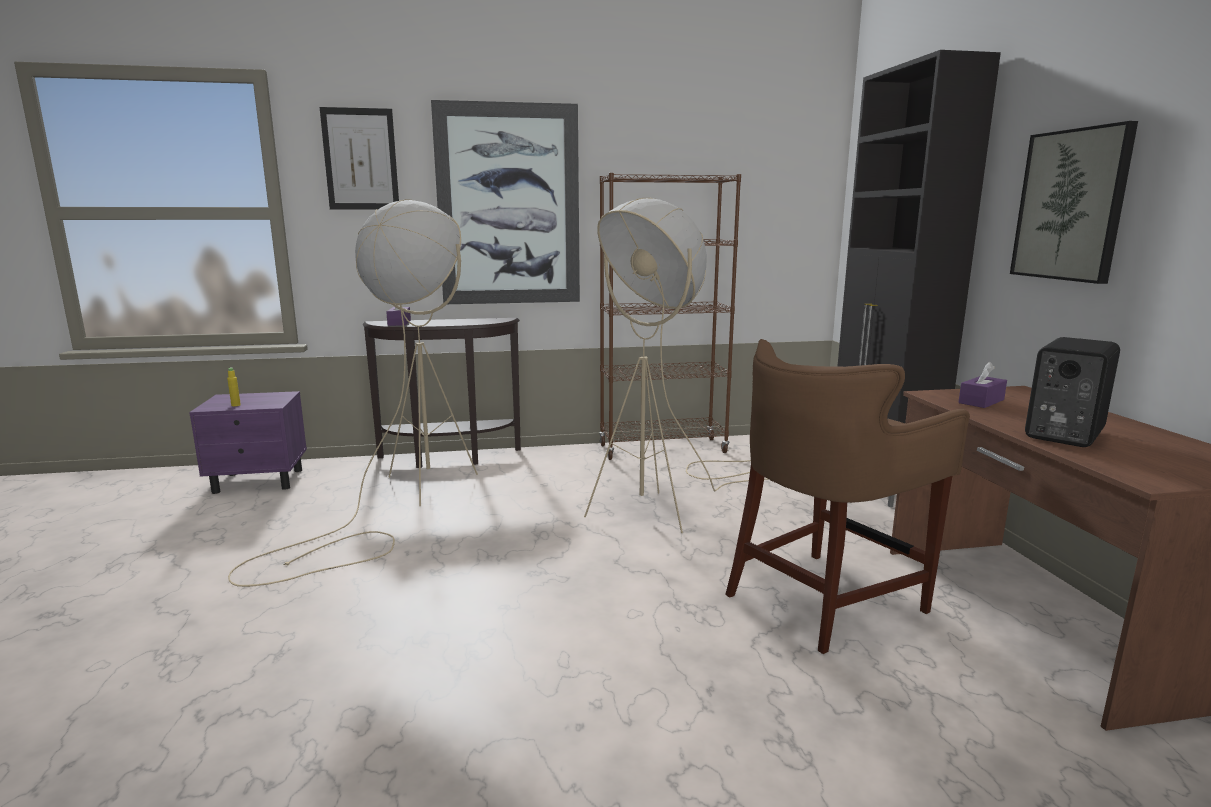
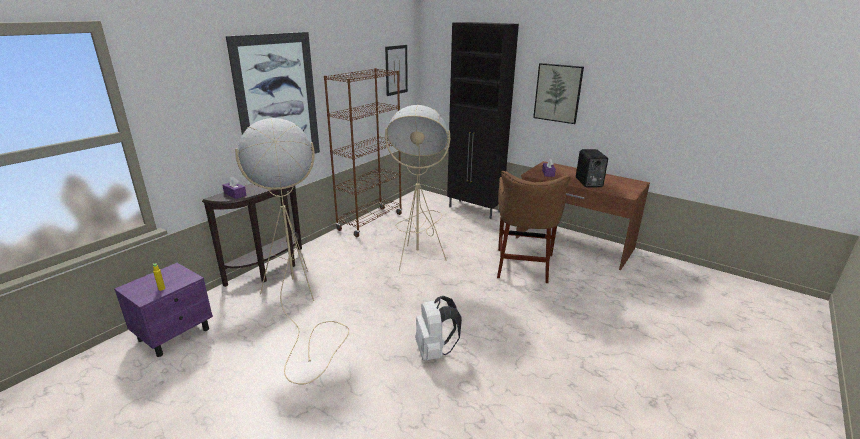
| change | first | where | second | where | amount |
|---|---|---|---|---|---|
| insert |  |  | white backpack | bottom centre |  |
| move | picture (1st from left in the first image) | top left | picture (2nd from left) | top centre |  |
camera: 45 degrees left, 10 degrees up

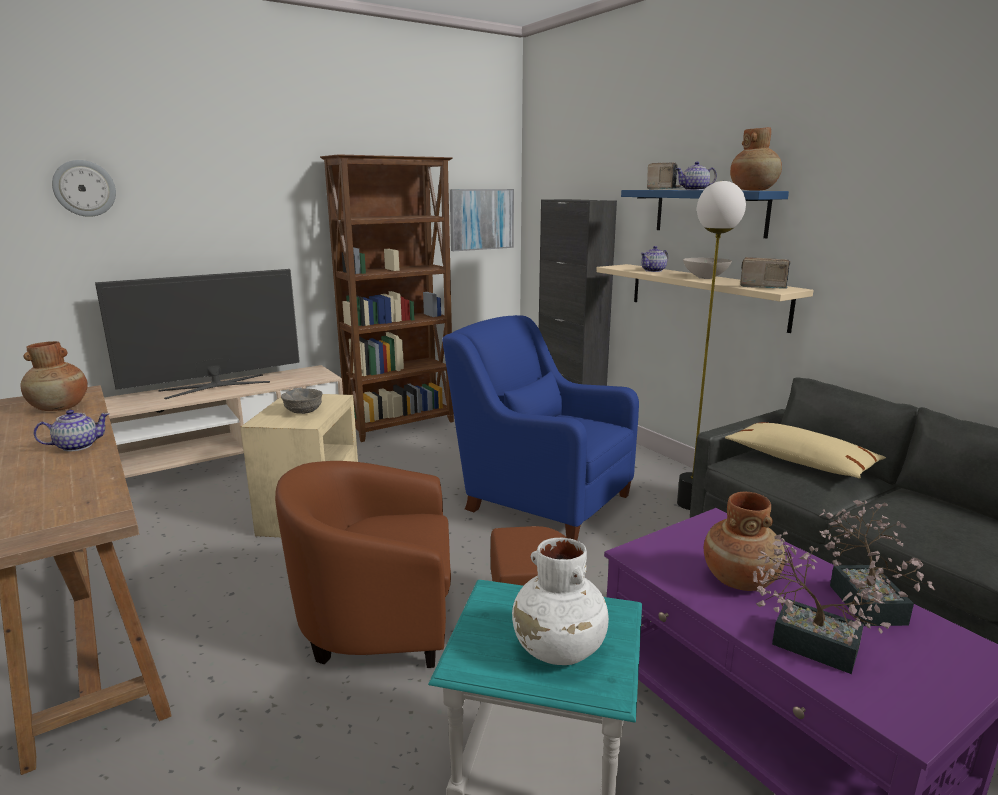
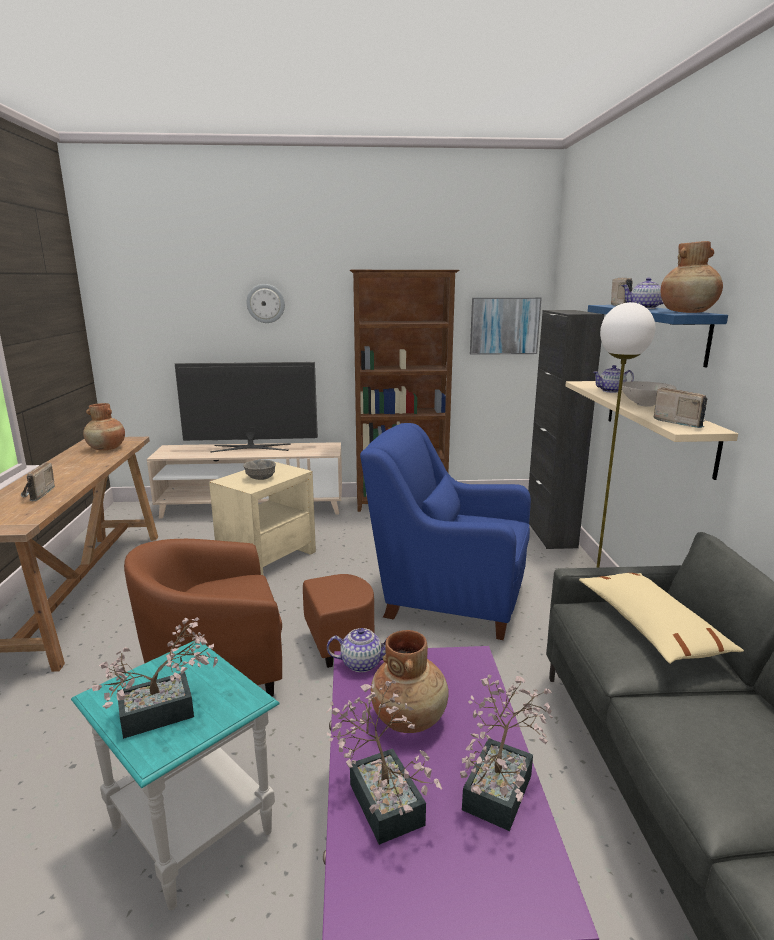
| change | first | where | second | where | amount |
|---|---|---|---|---|---|
| insert |  |  | radio (1st from left) | middle left |  |
| move | teapot (1st from left) | middle left |  | bottom centre |  |
| move | wall clock | top left |  | top centre |  |
| replace | white vase | bottom centre | potted plant (1st from left) | bottom left |  |
| rotate | brown armchair | bottom centre |  | middle left | 45 degrees counterclockwise |
| rotate | blue armchair | centre |  | centre | 45 degrees counterclockwise |
camera: 30 degrees right, 0 degrees up

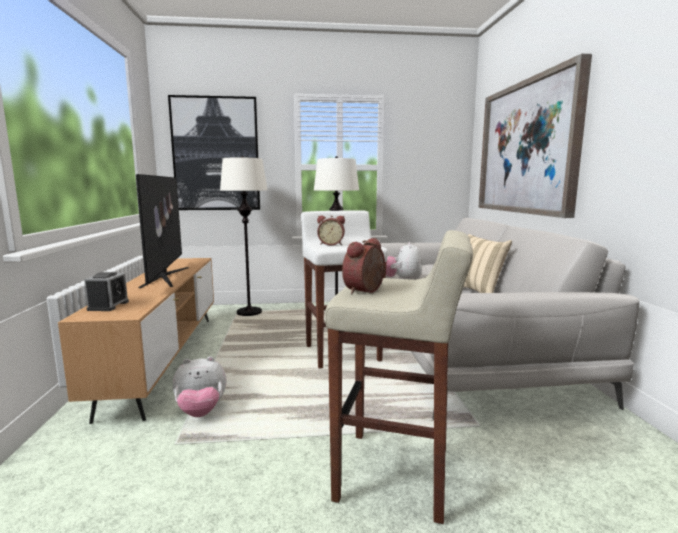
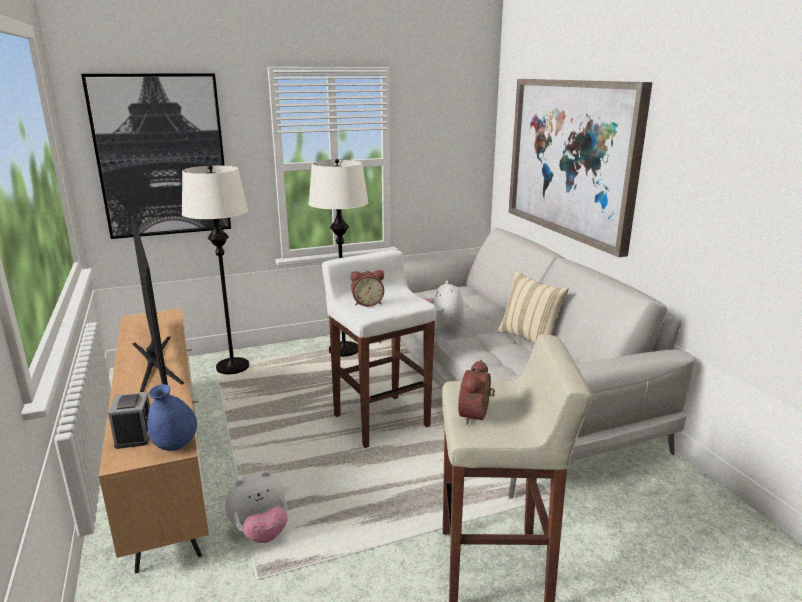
| change | first | where | second | where | amount |
|---|---|---|---|---|---|
| insert |  |  | blue vase | bottom left |  |
camera: 15 degrees left, 10 degrees up

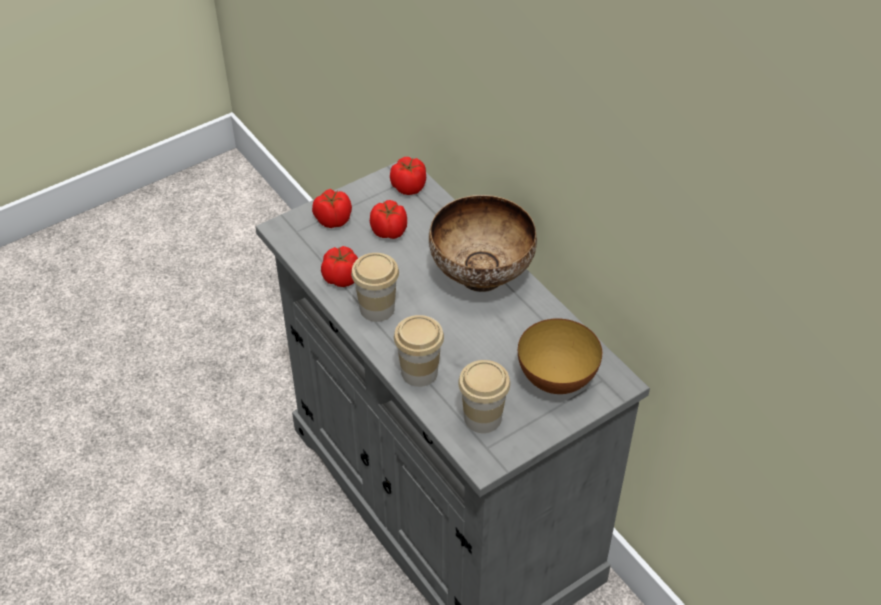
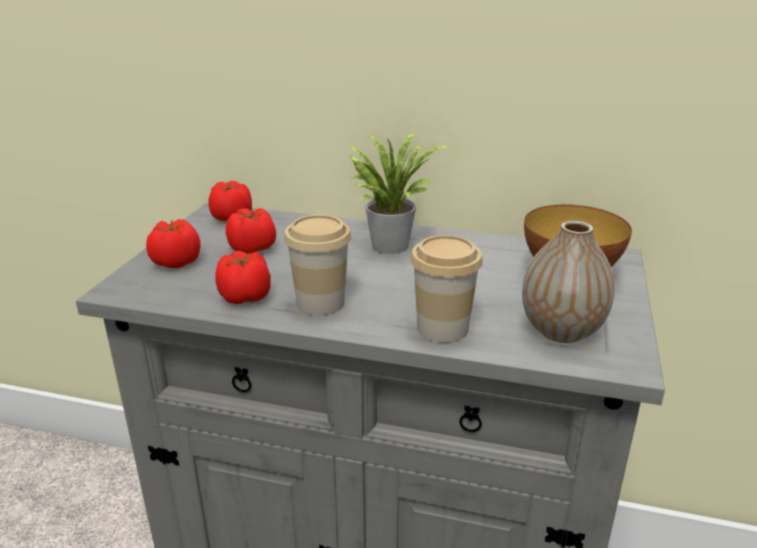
| change | first | where | second | where | amount |
|---|---|---|---|---|---|
| replace | bowl (1st from left) | centre | potted plant | centre |  |
| replace | cup (3rd from left) | centre | vase | middle right |  |
camera: 40 degrees left, 20 degrees down

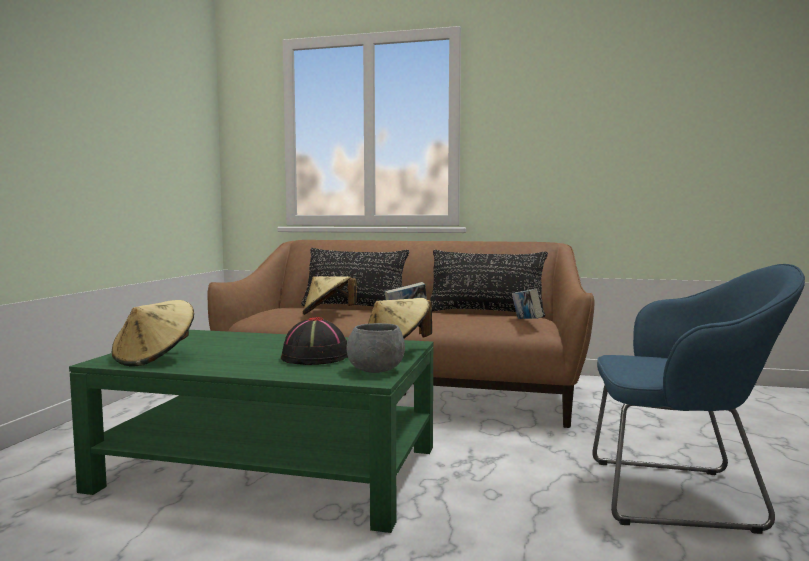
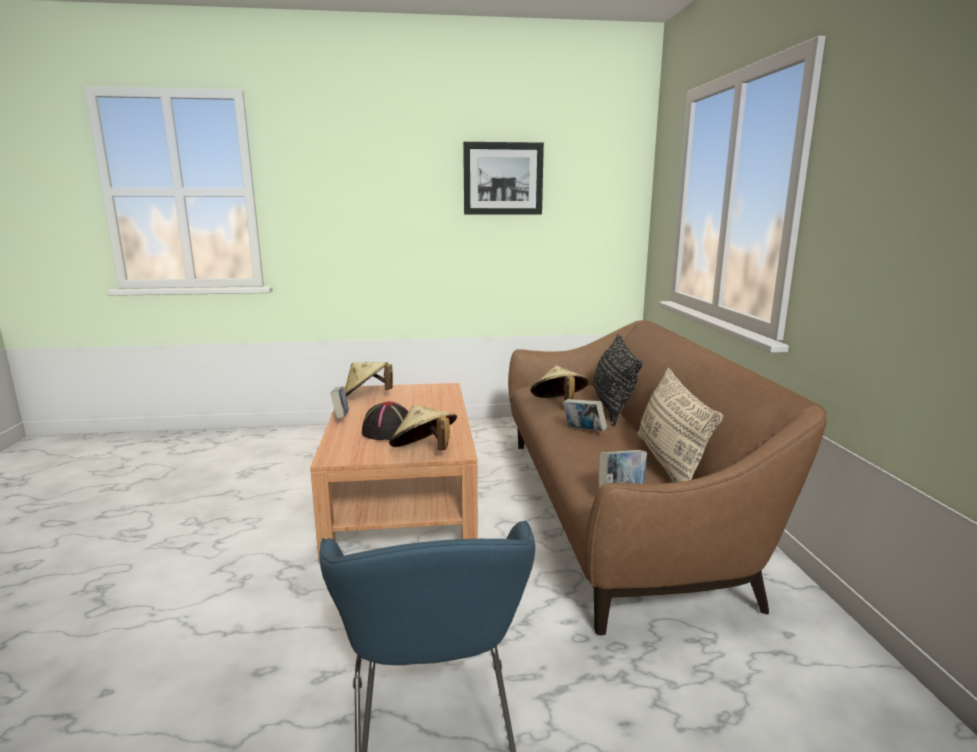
| change | first | where | second | where | amount |
|---|---|---|---|---|---|
| delete | grey bowl | centre |  |  |  |
| insert |  |  | book (1st from left) | centre |  |
| insert |  |  | picture | top centre |  |
| recolor | green coffee table | bottom left | brown coffee table | centre |  |
| recolor | black pillow (2nd from left) | centre | beige pillow | middle right |  |
camera: 70 degrees right, 10 degrees up

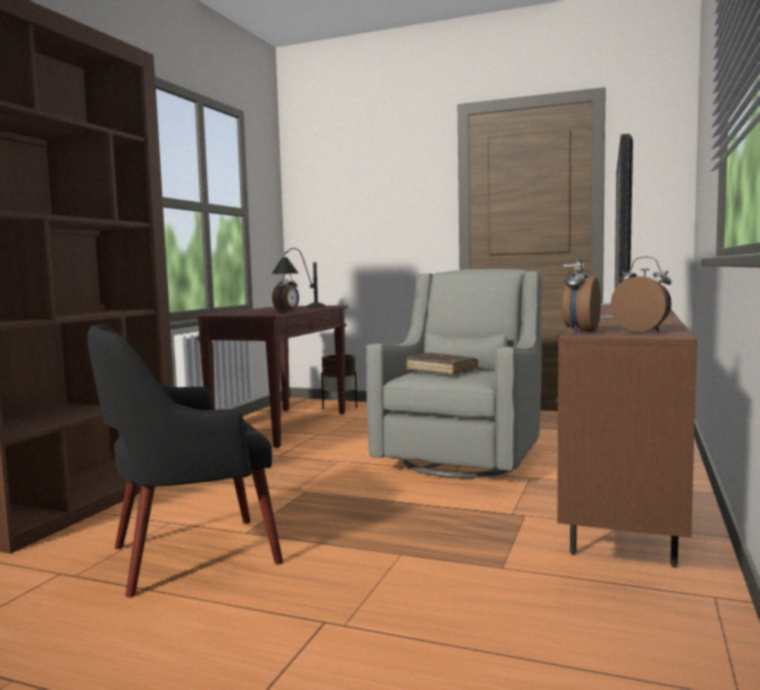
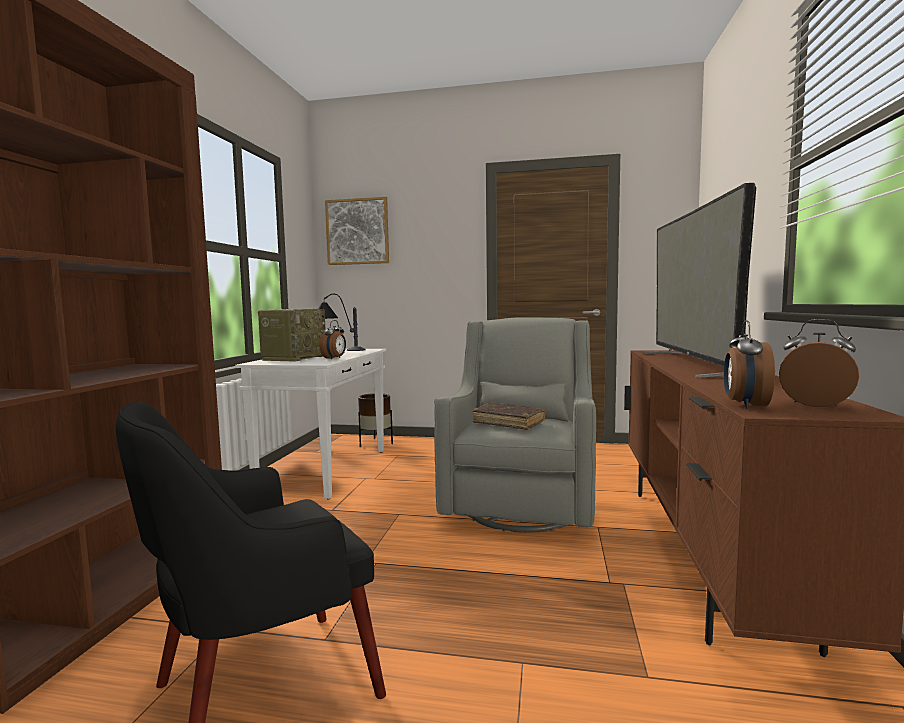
| change | first | where | second | where | amount |
|---|---|---|---|---|---|
| insert |  |  | radio | middle left |  |
| insert |  |  | picture | top centre |  |
| recolor | brown console table | centre | white console table | centre |  |
camera: 10 degrees left, 0 degrees up

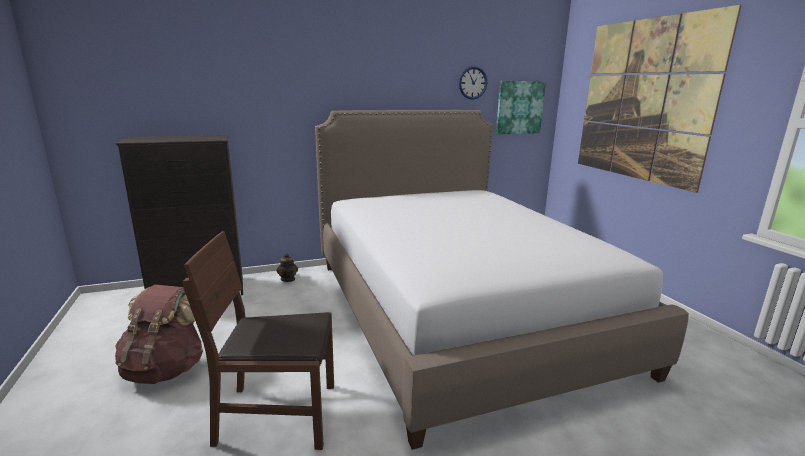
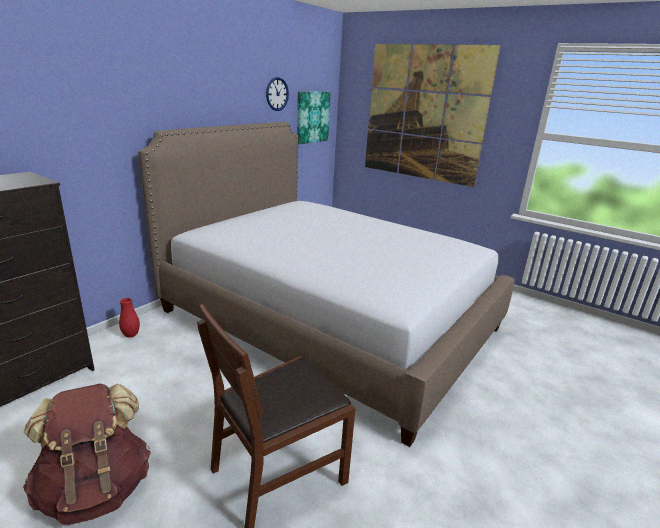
| change | first | where | second | where | amount |
|---|---|---|---|---|---|
| replace | teapot | centre | red vase | middle left |  |
camera: 35 degrees left, 5 degrees up

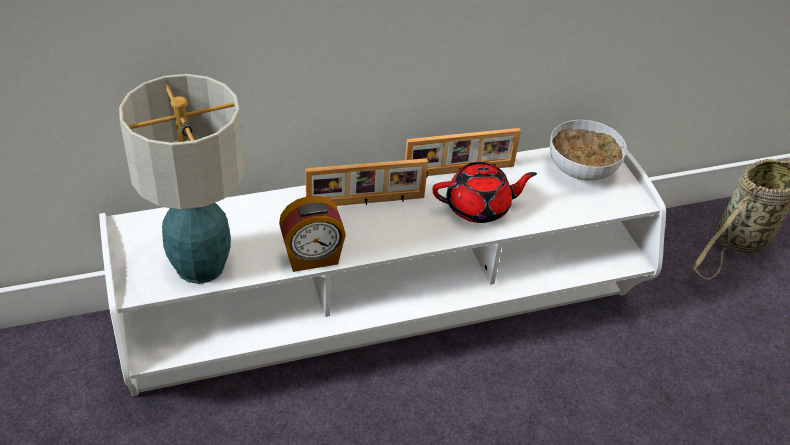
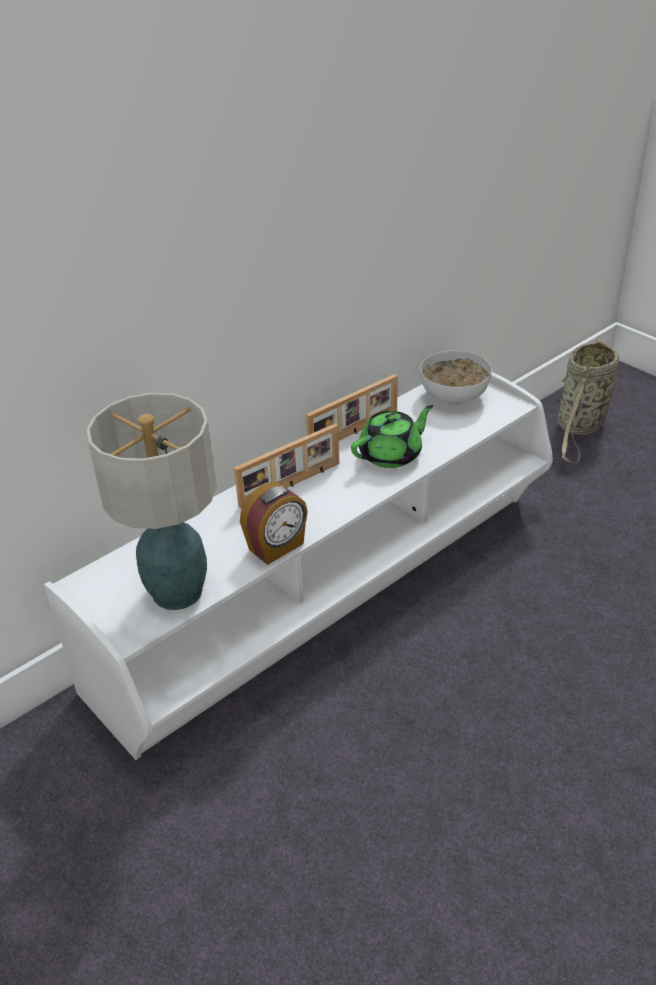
| change | first | where | second | where | amount |
|---|---|---|---|---|---|
| recolor | red teapot | centre | green teapot | centre |  |
camera: 20 degrees left, 5 degrees down

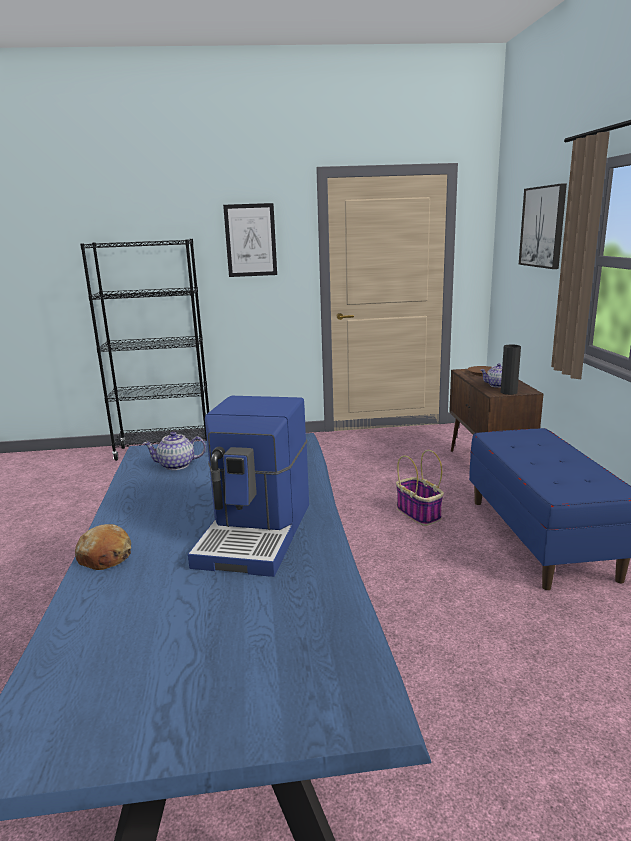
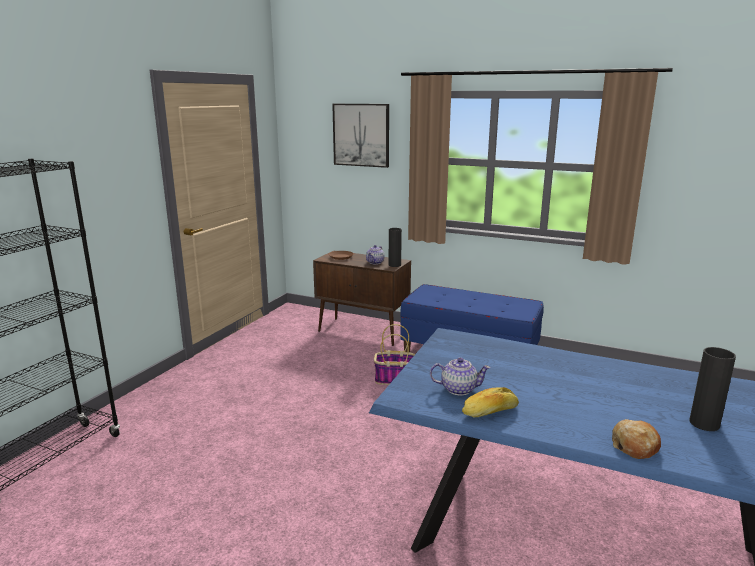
| change | first | where | second | where | amount |
|---|---|---|---|---|---|
| delete | coffee machine | centre |  |  |  |
| delete | picture (1st from left) | top centre |  |  |  |
| insert |  |  | bread (1st from left) | bottom centre |  |
| insert |  |  | black vase (2nd from left) | bottom right |  |
| rotate | teapot (1st from left in the first image) | middle left | teapot (2nd from left) | centre | 105 degrees counterclockwise |
camera: 60 degrees left, 0 degrees up

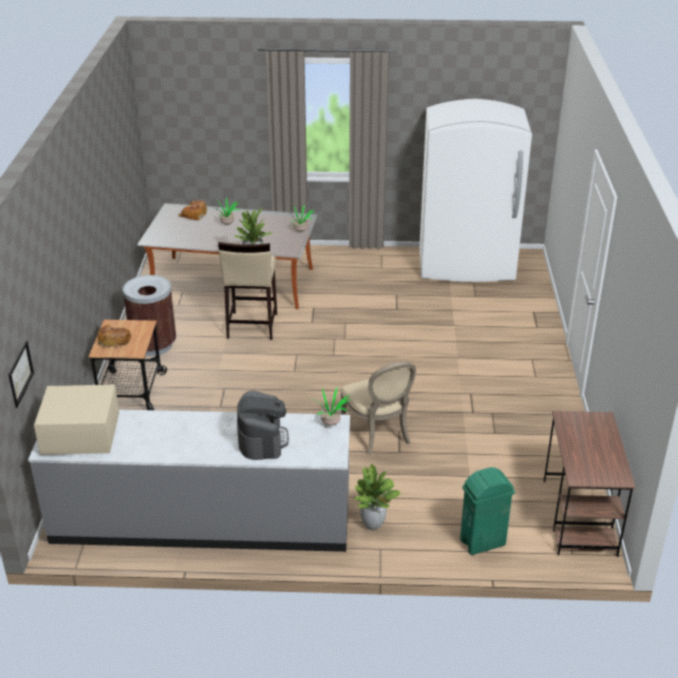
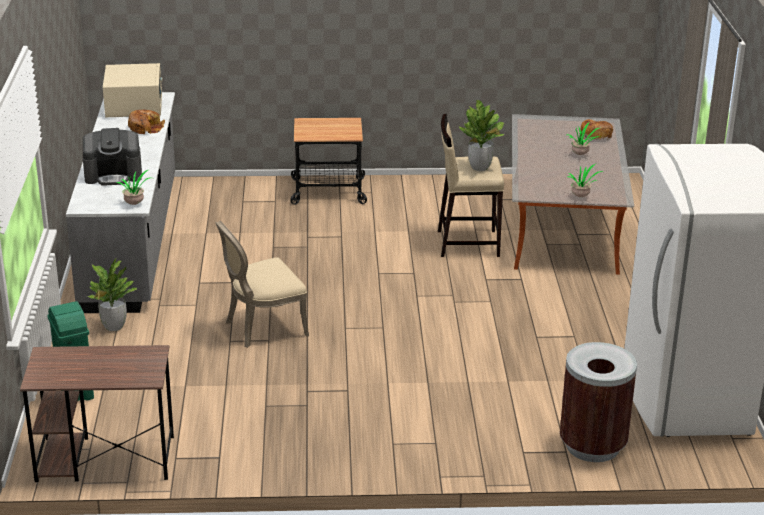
| change | first | where | second | where | amount |
|---|---|---|---|---|---|
| delete | picture | middle left |  |  |  |
| move | bread (1st from left) | middle left |  | top left |  |
| move | brown trash can | middle left |  | bottom right |  |
camera: 85 degrees right, 5 degrees down

